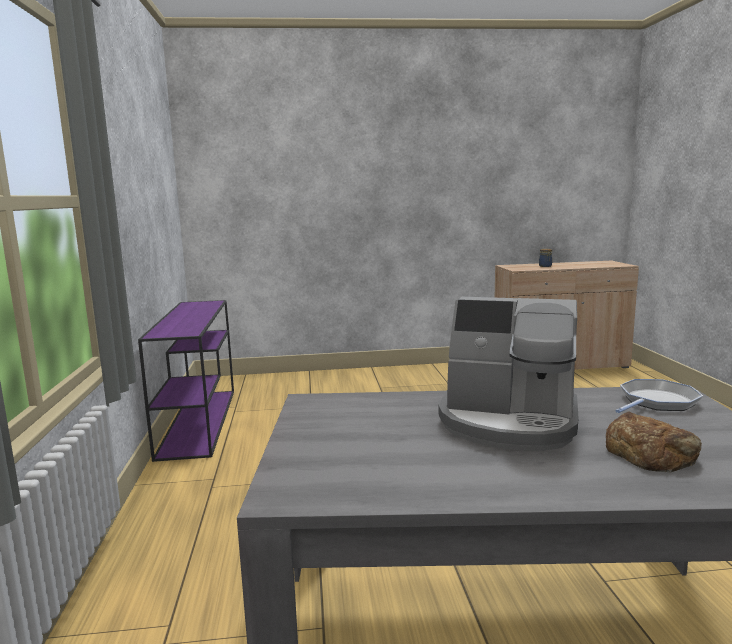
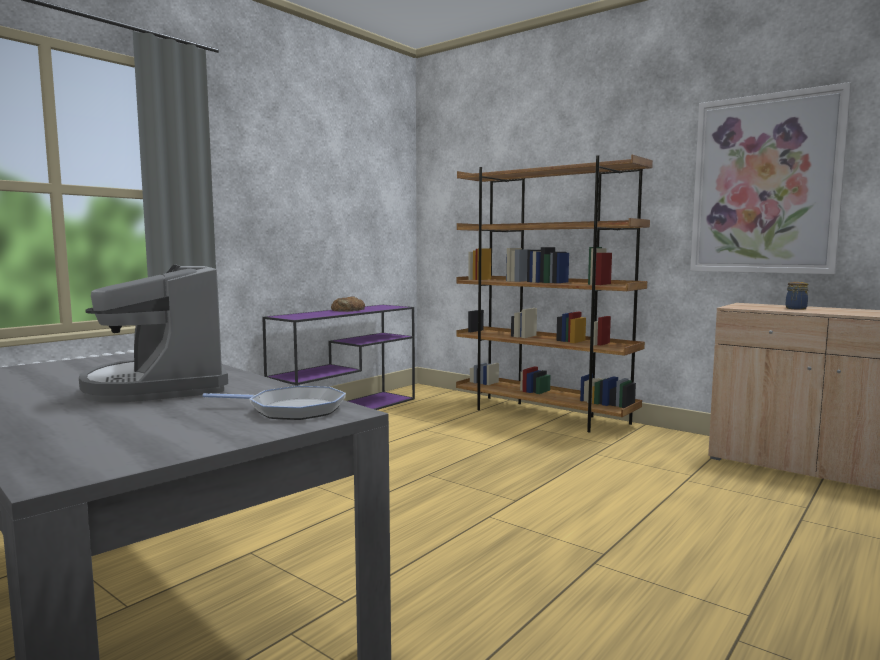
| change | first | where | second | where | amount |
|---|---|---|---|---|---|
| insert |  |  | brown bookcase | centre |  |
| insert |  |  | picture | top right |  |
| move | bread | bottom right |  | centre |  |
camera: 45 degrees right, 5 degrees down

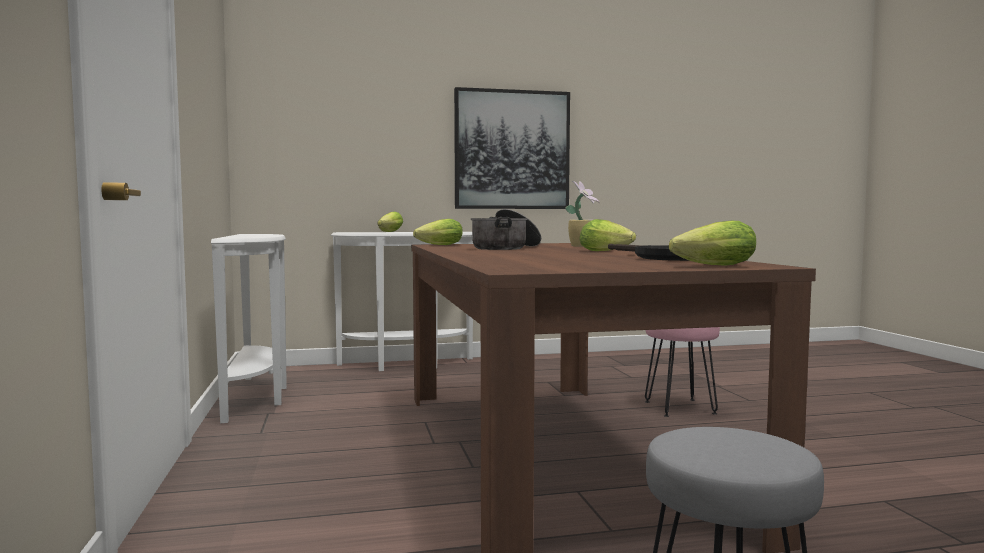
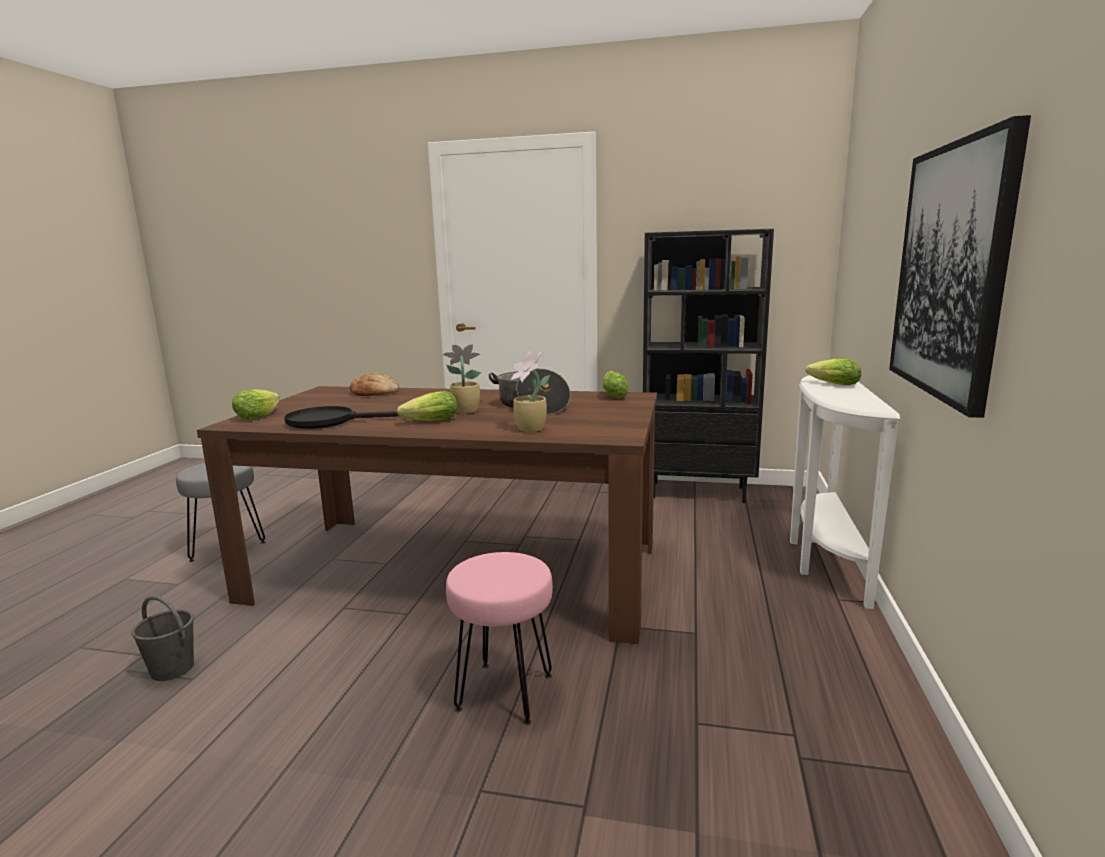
| change | first | where | second | where | amount |
|---|---|---|---|---|---|
| insert |  |  | grey bucket | bottom left |  |
| insert |  |  | bread | centre |  |
| insert |  |  | potted plant (1st from left) | centre |  |
| replace | white console table (1st from left) | middle left | black bookcase | centre |  |
camera: 115 degrees right, 10 degrees up

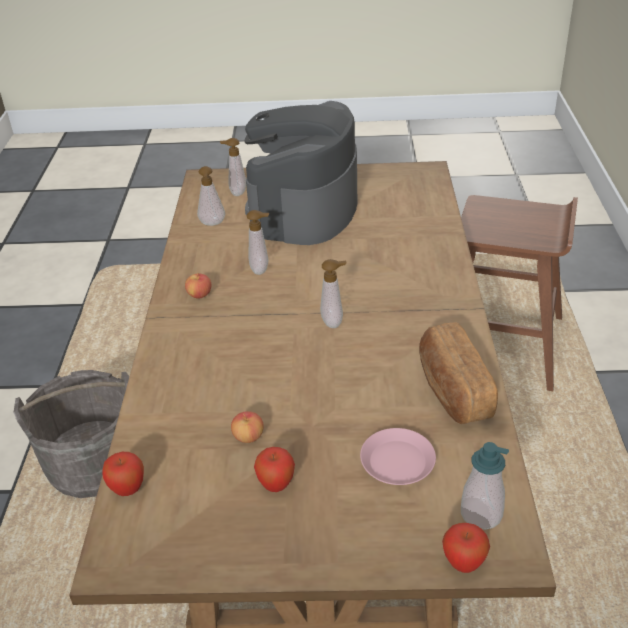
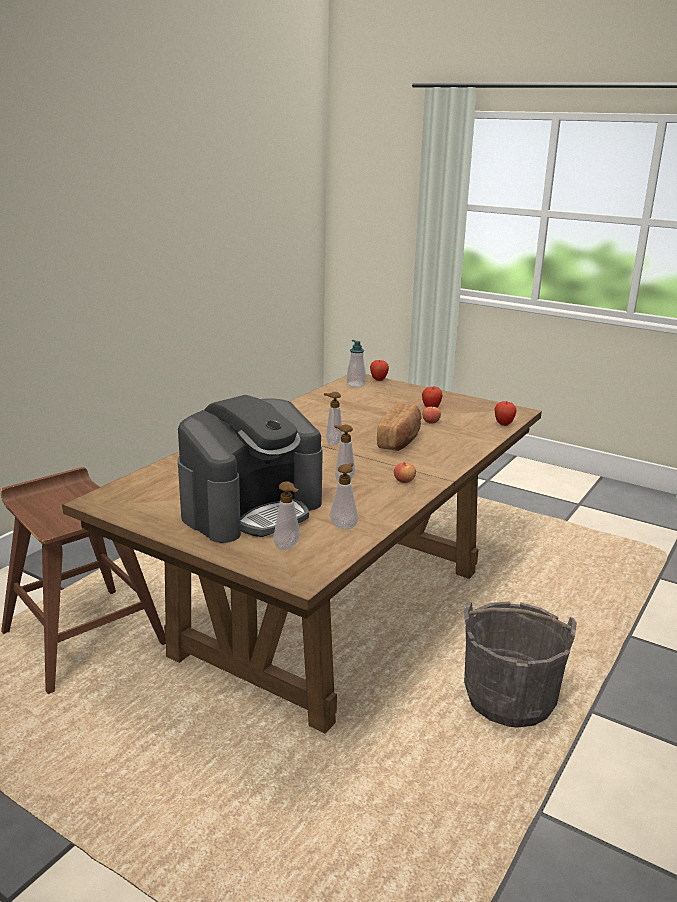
| change | first | where | second | where | amount |
|---|---|---|---|---|---|
| delete | pink plate | bottom centre |  |  |  |
| move | bread | middle right |  | centre |  |
camera: 150 degrees left, 15 degrees down

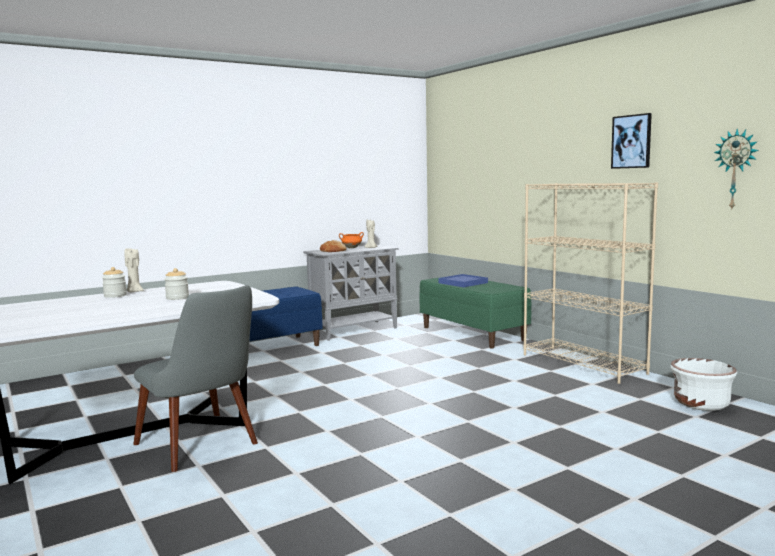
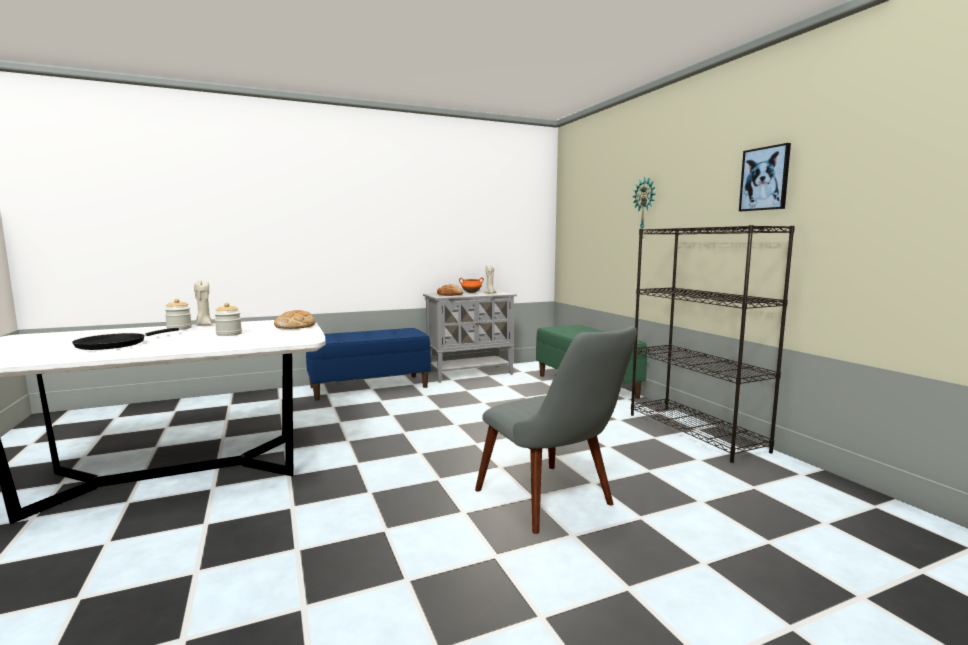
| change | first | where | second | where | amount |
|---|---|---|---|---|---|
| delete | blue tray | centre |  |  |  |
| delete | white planter | bottom right |  |  |  |
| insert |  |  | black frying pan | middle left |  |
| insert |  |  | bread (1st from left) | middle left |  |
| move | grey chair | bottom left |  | bottom centre |  |
| move | wall clock | top right |  | top centre |  |
| recolor | beige bookcase | middle right | black bookcase | middle right |  |
camera: 10 degrees right, 0 degrees up

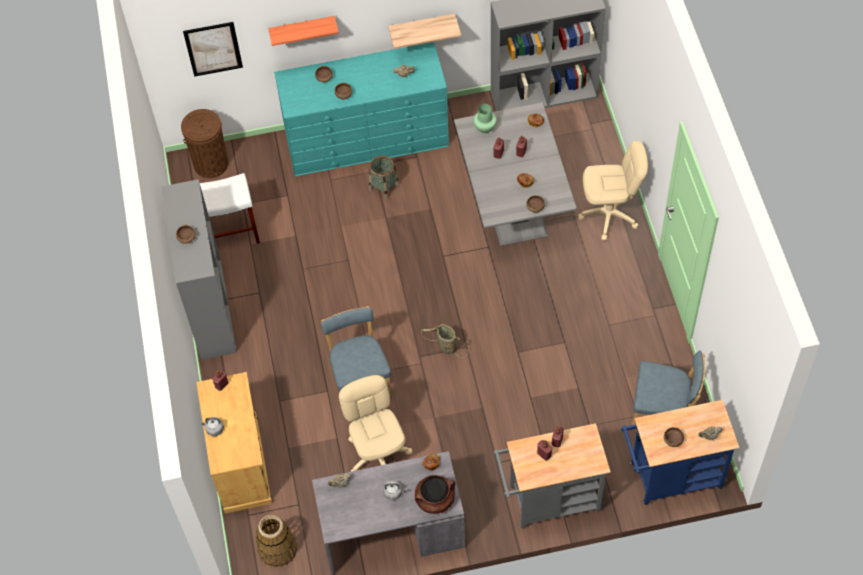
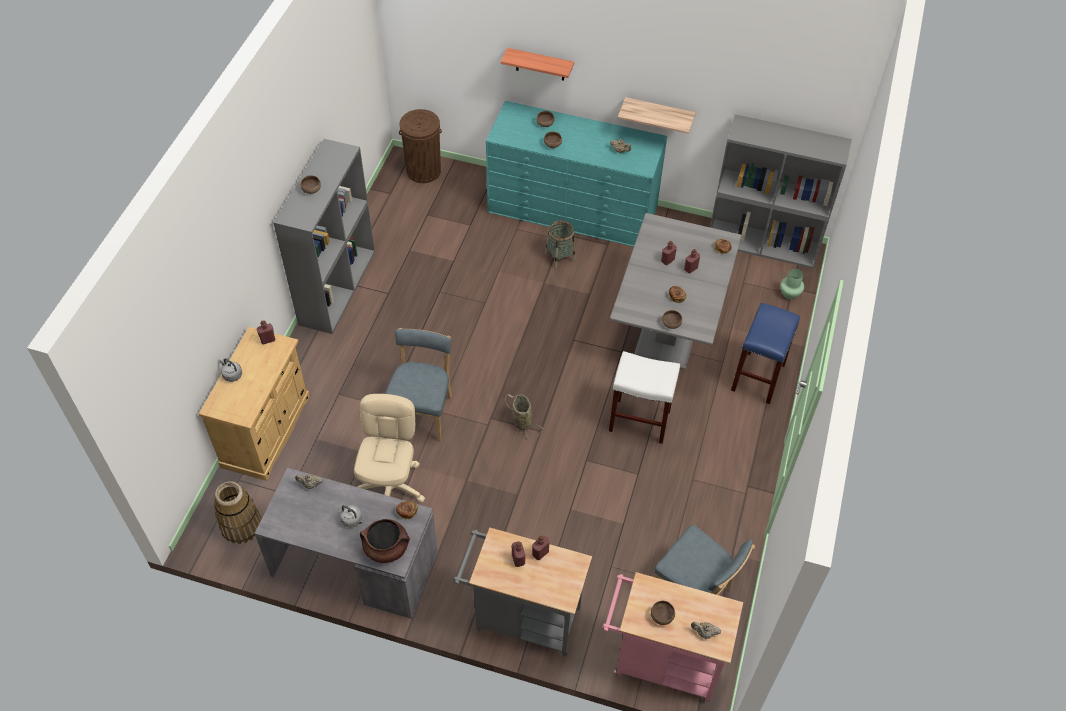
| change | first | where | second | where | amount |
|---|---|---|---|---|---|
| delete | picture | top left |  |  |  |
| move | white stool | middle left |  | centre |  |
| move | green vase | top centre |  | middle right |  |
| replace | beige office chair (2nd from left) | top right | blue stool | middle right |  |
| recolor | blue cart | bottom right | pink cart | bottom centre |  |
camera: 25 degrees right, 5 degrees down

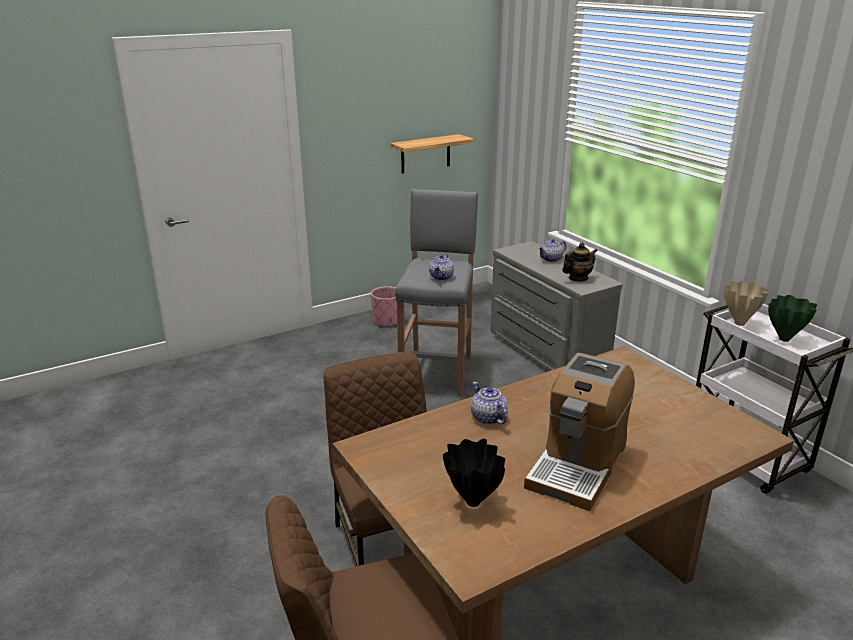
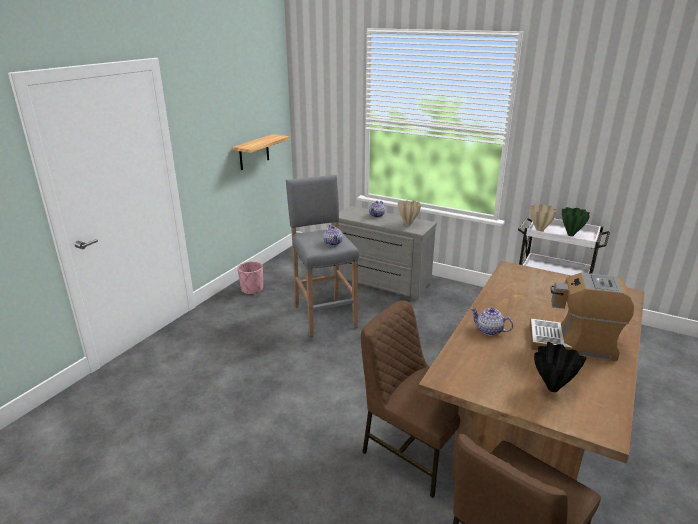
| change | first | where | second | where | amount |
|---|---|---|---|---|---|
| replace | teapot (4th from left) | middle right | beige vase (1st from left) | centre |  |
| rotate | coffee machine | bottom right |  | middle right | 105 degrees clockwise |
camera: 30 degrees left, 0 degrees up

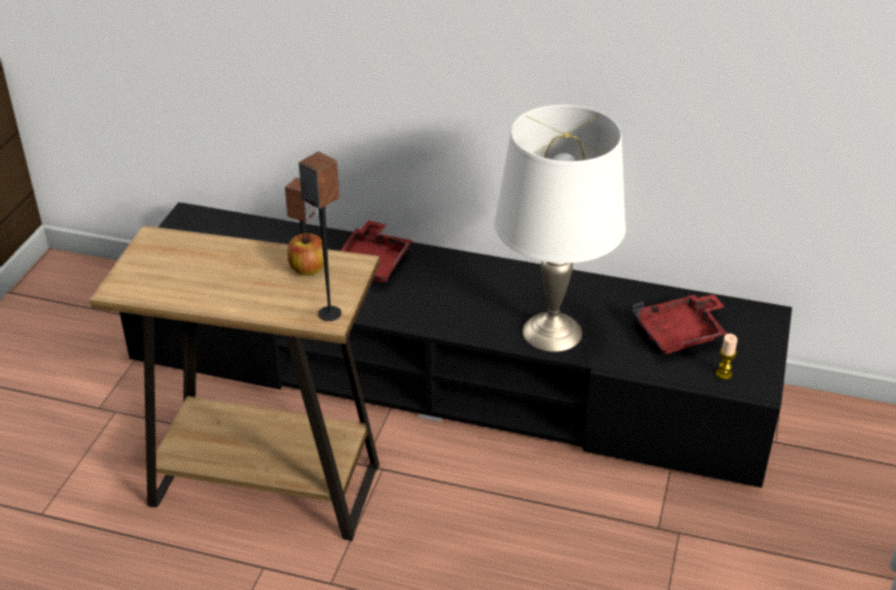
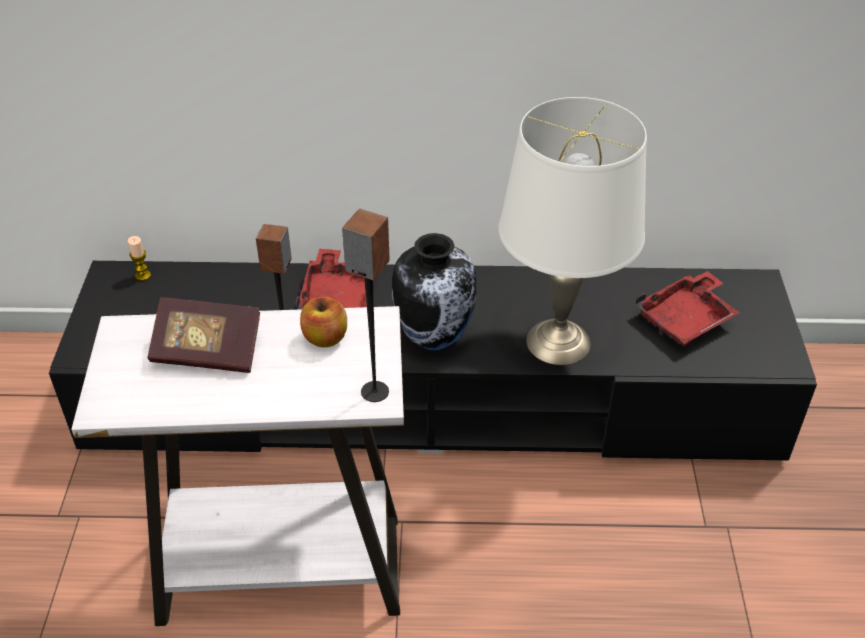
| change | first | where | second | where | amount |
|---|---|---|---|---|---|
| insert |  |  | book | middle left |  |
| insert |  |  | vase | centre |  |
| move | candle | middle right |  | middle left |  |
| recolor | brown side table | middle left | white side table | bottom left |  |
camera: 15 degrees left, 5 degrees up

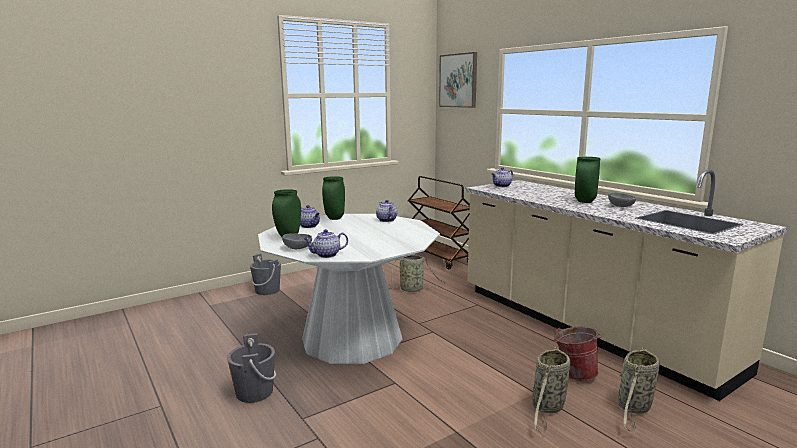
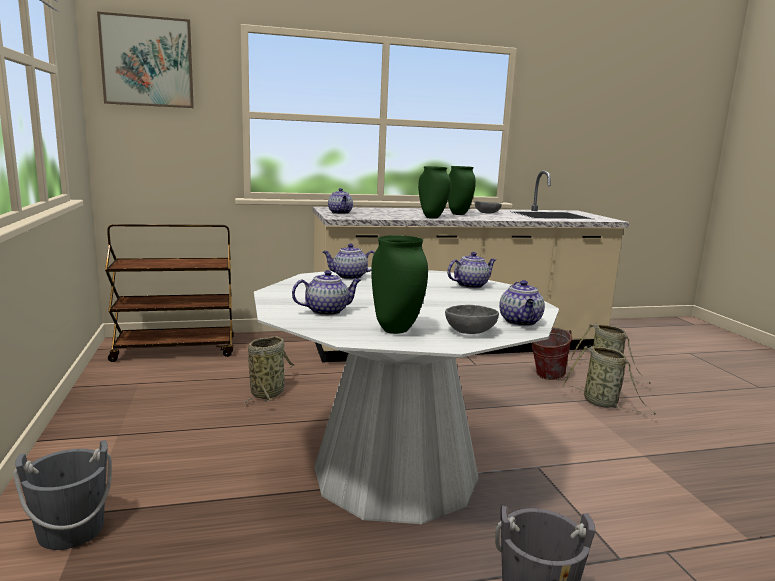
| change | first | where | second | where | amount |
|---|---|---|---|---|---|
| insert |  |  | teapot (4th from left) | centre |  |
| move | green vase (2nd from left) | centre |  | top centre |  |
camera: 70 degrees left, 0 degrees up

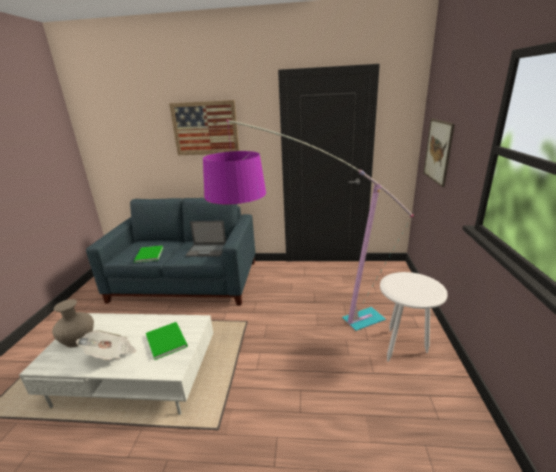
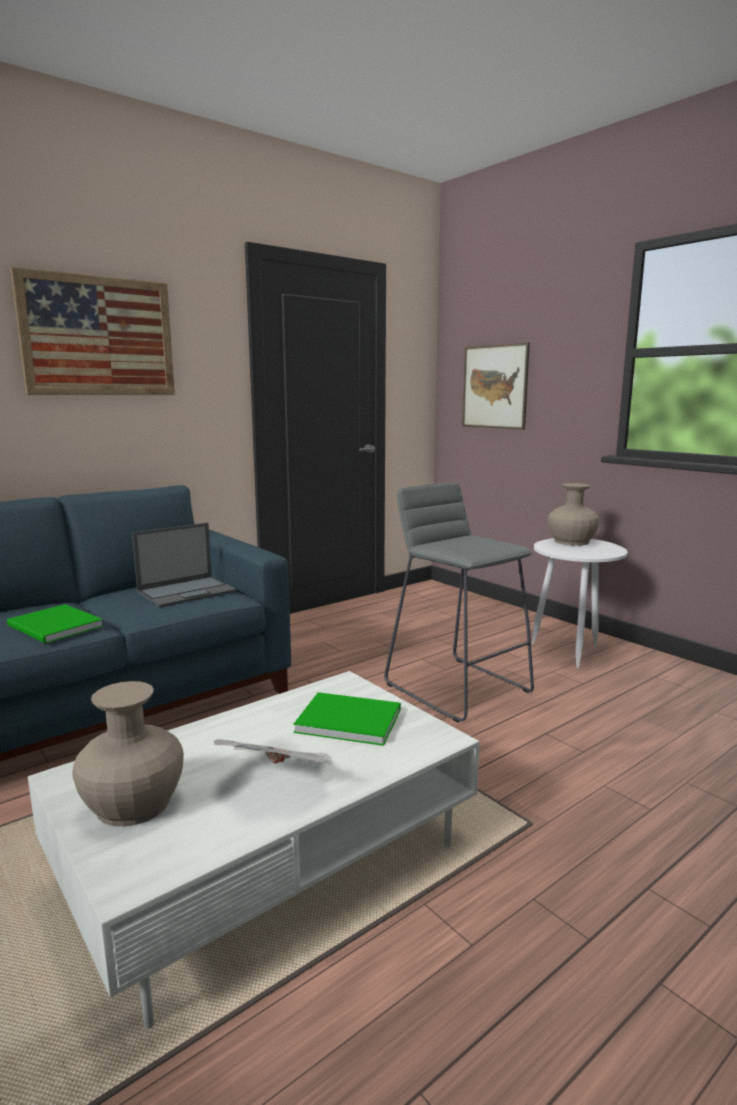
| change | first | where | second | where | amount |
|---|---|---|---|---|---|
| insert |  |  | beige vase (2nd from left) | middle right |  |
| replace | floor lamp | centre | grey stool | centre |  |
camera: 45 degrees left, 10 degrees down

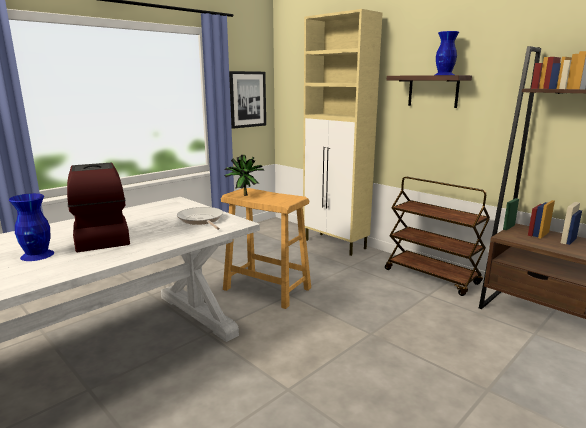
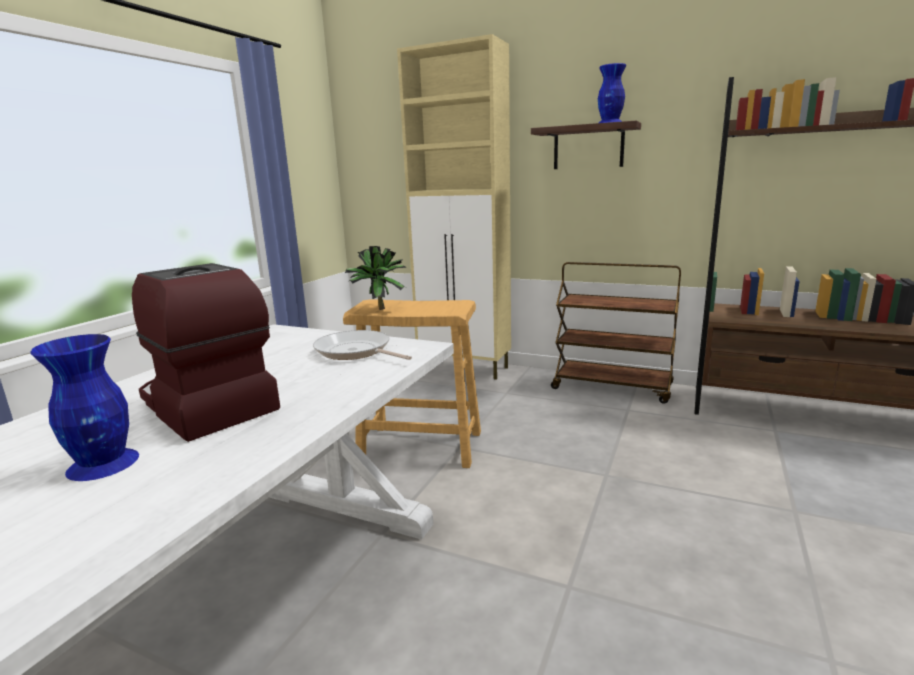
| change | first | where | second | where | amount |
|---|---|---|---|---|---|
| delete | picture | top centre |  |  |  |
camera: 20 degrees left, 0 degrees up

